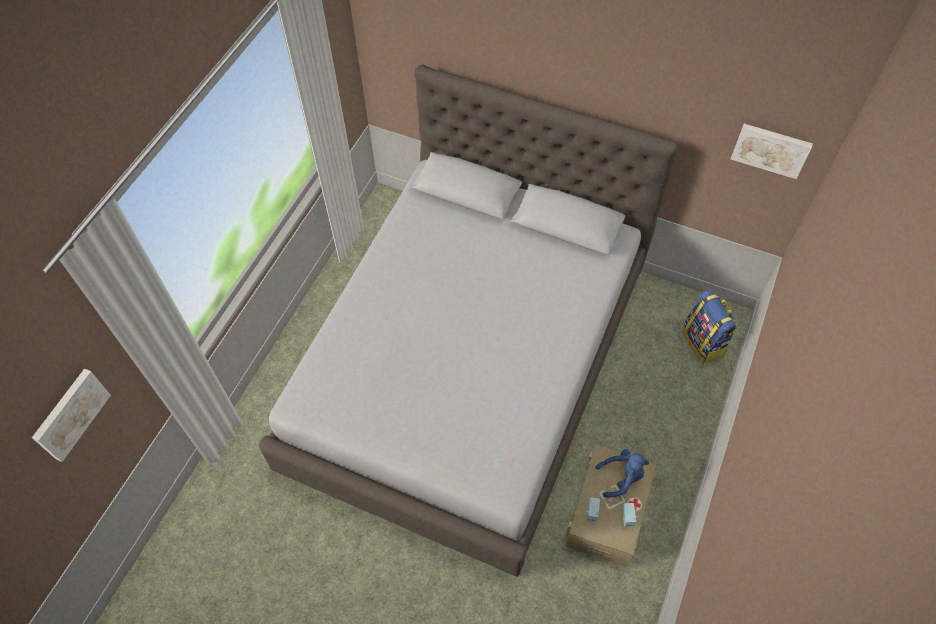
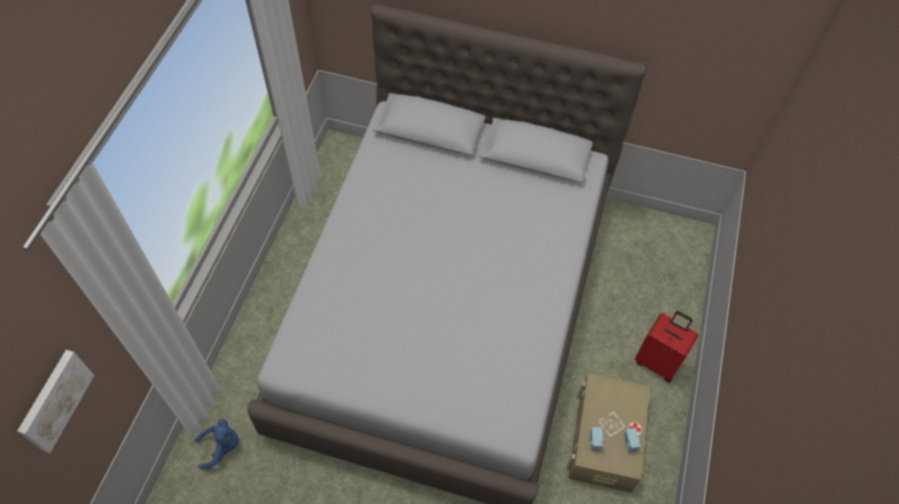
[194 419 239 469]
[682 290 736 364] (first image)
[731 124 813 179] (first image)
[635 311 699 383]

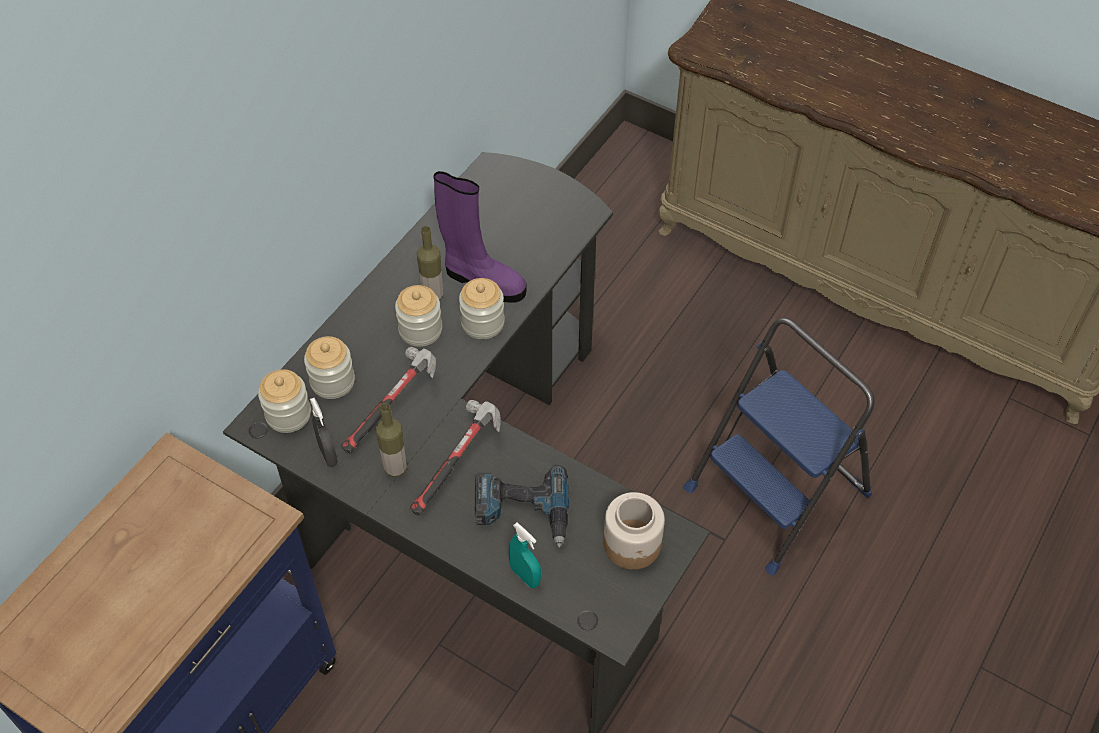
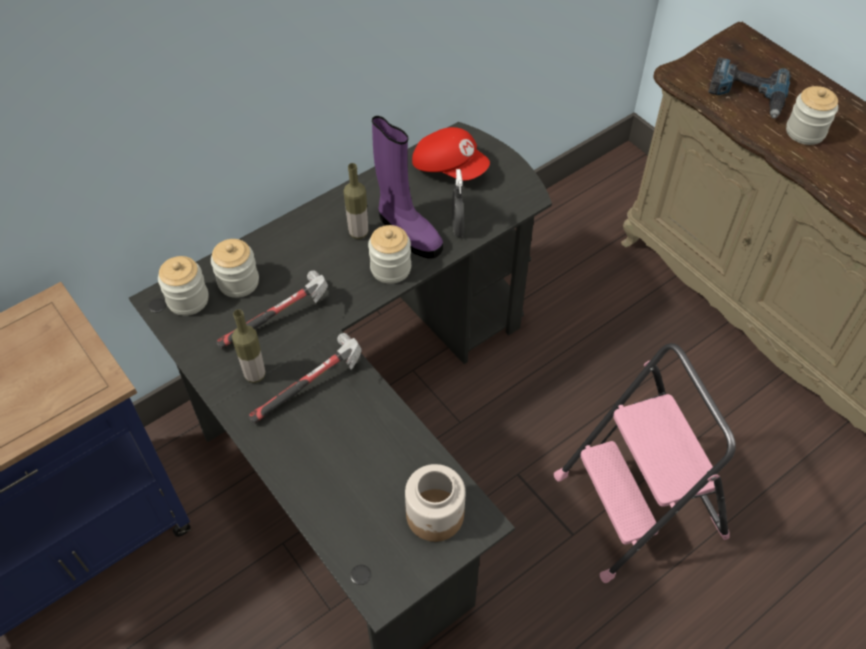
[452 169 464 237]
[786 86 838 145]
[708 58 791 118]
[509 523 541 588] (first image)
[554 343 736 583]
[412 127 490 180]

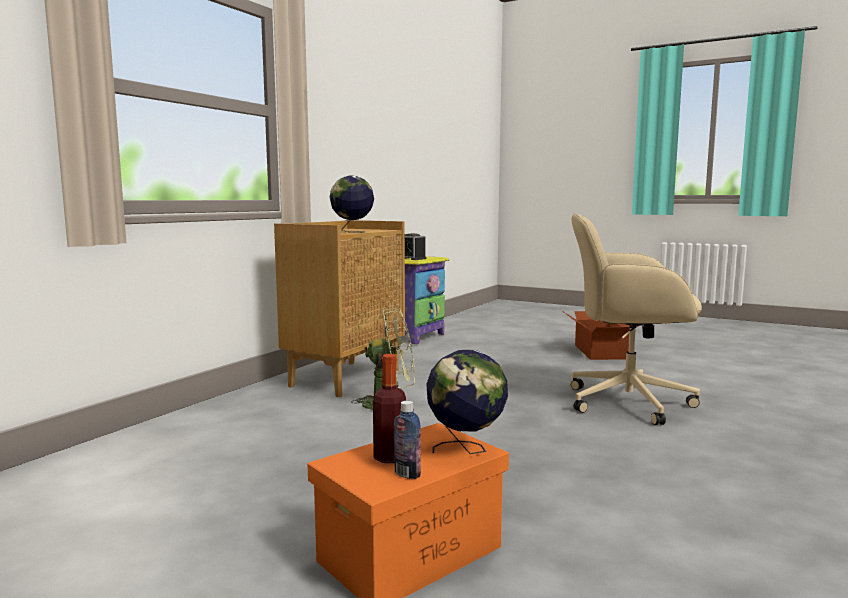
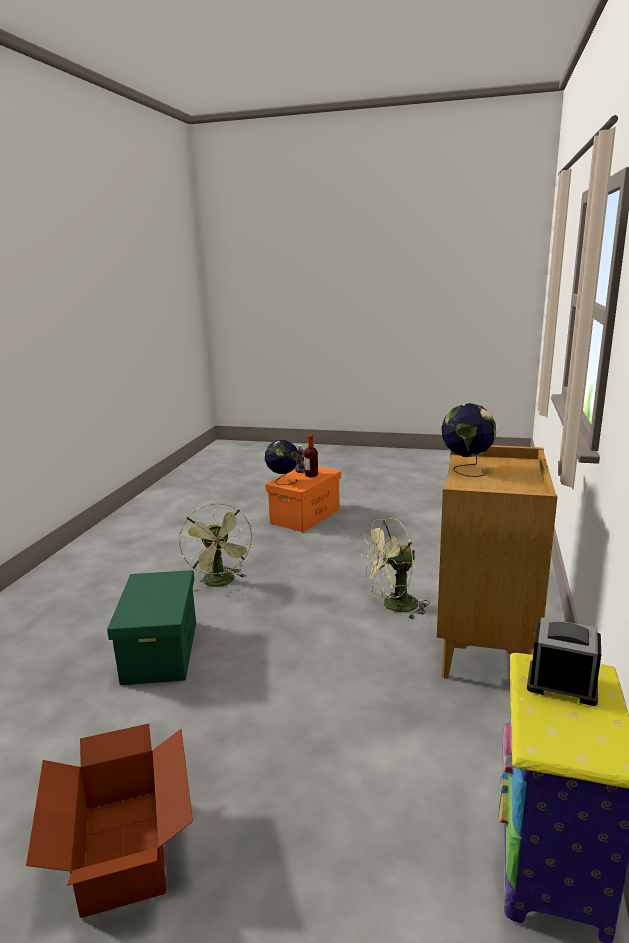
[107 570 196 685]
[179 503 253 590]

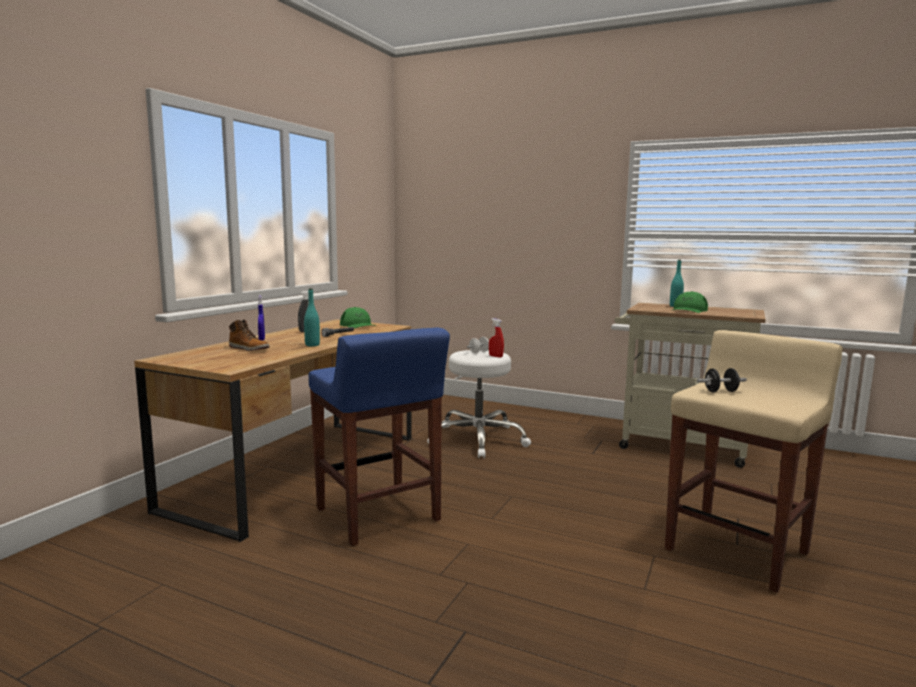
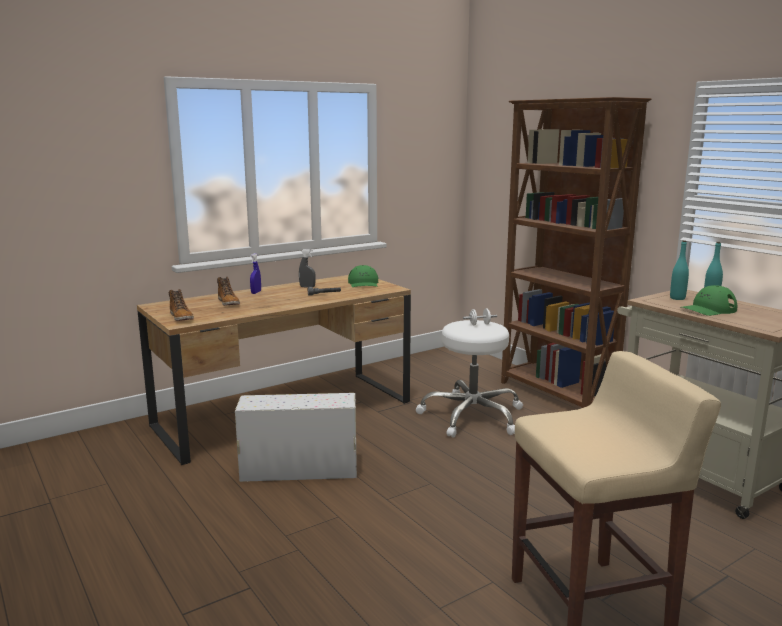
[670 240 689 300]
[235 393 357 482]
[489 318 504 358] (first image)
[697 368 747 392] (first image)
[169 289 194 321]
[501 97 651 408]

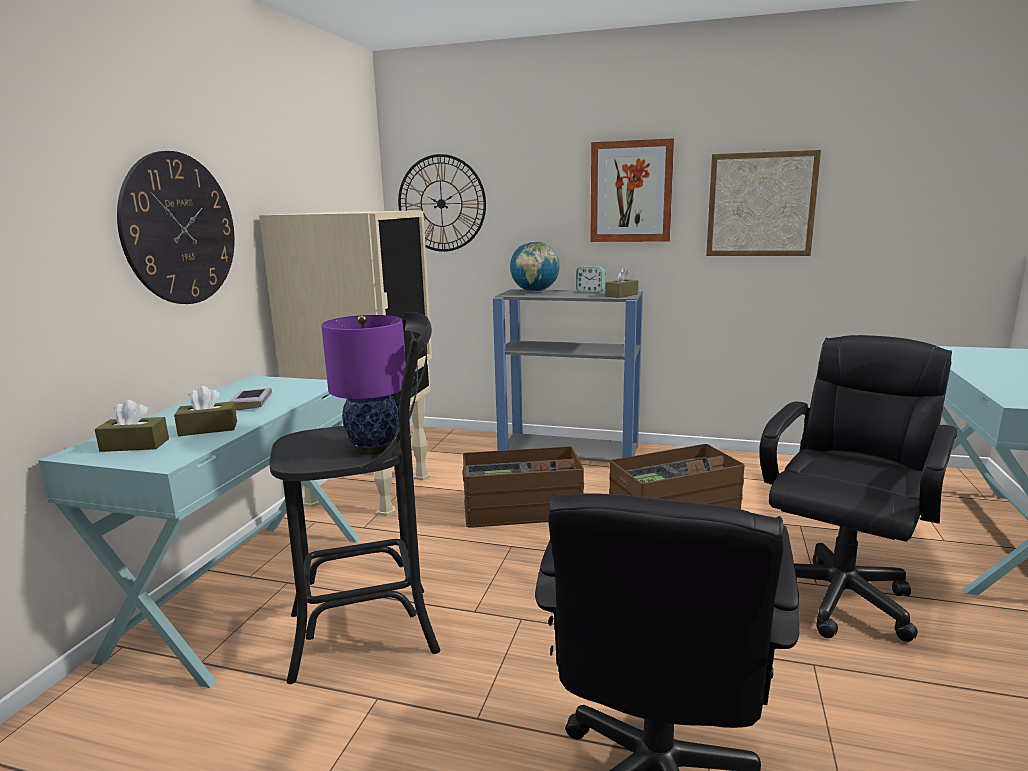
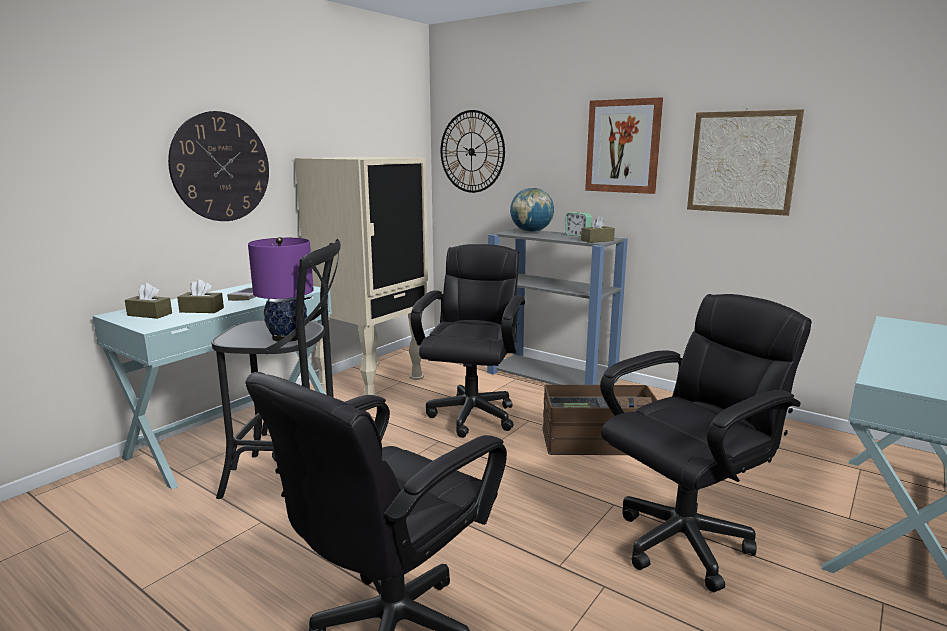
[411 244 525 438]

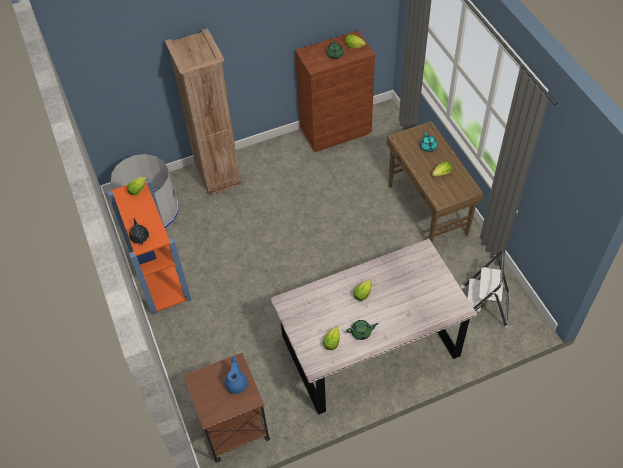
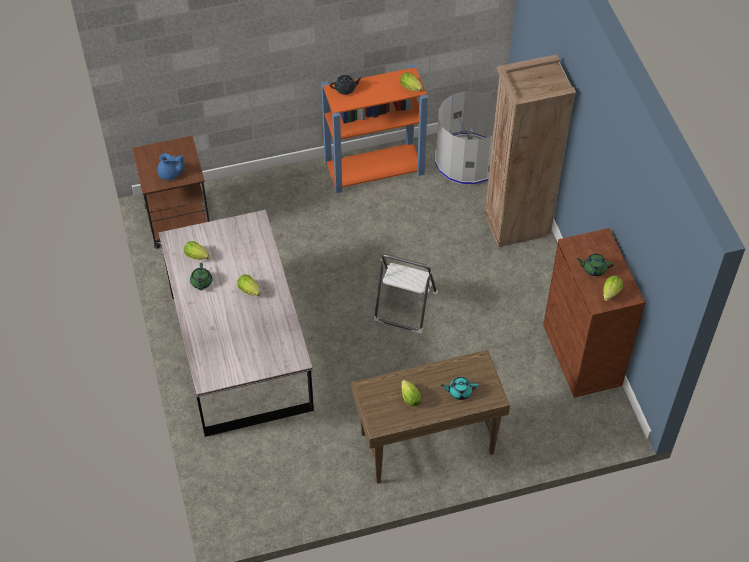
[374 254 438 333]

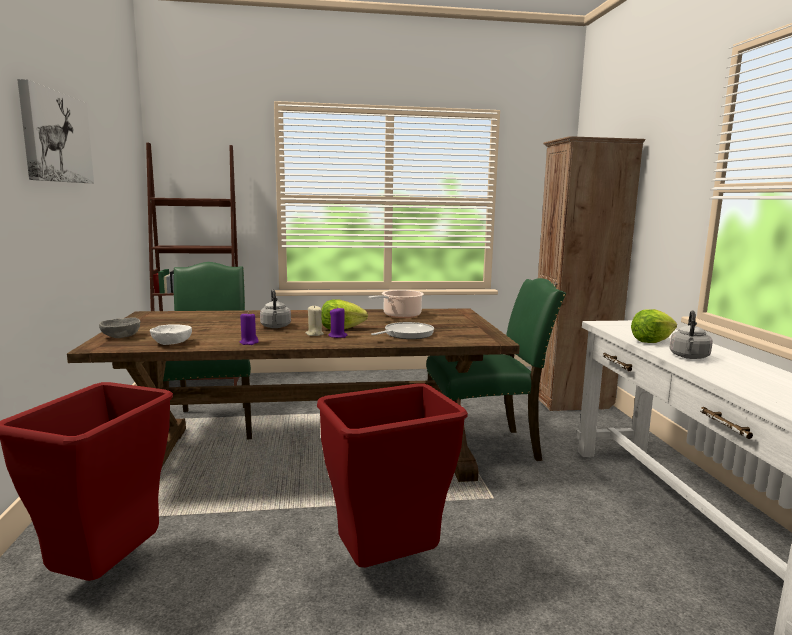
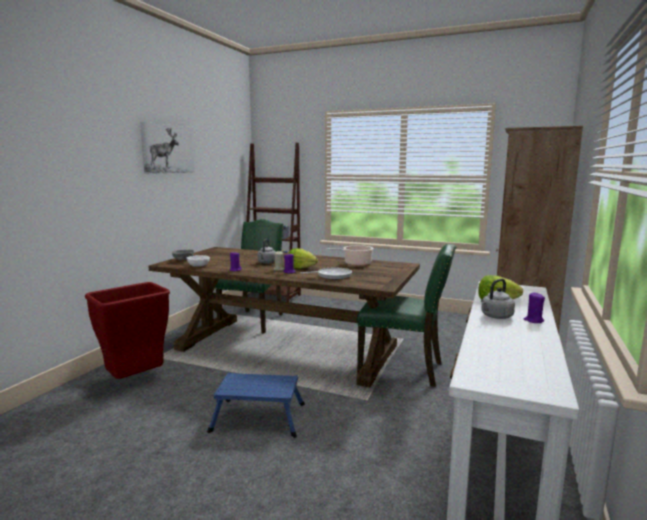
[207 373 305 438]
[524 292 545 323]

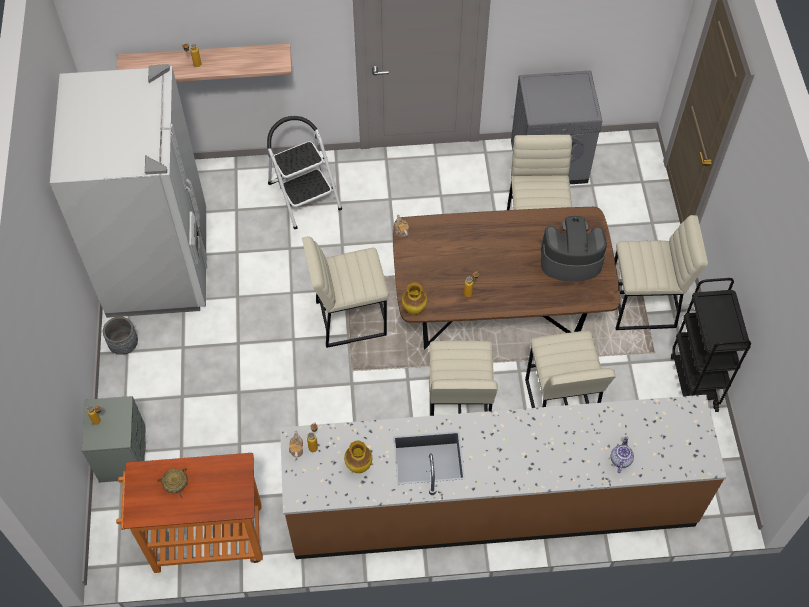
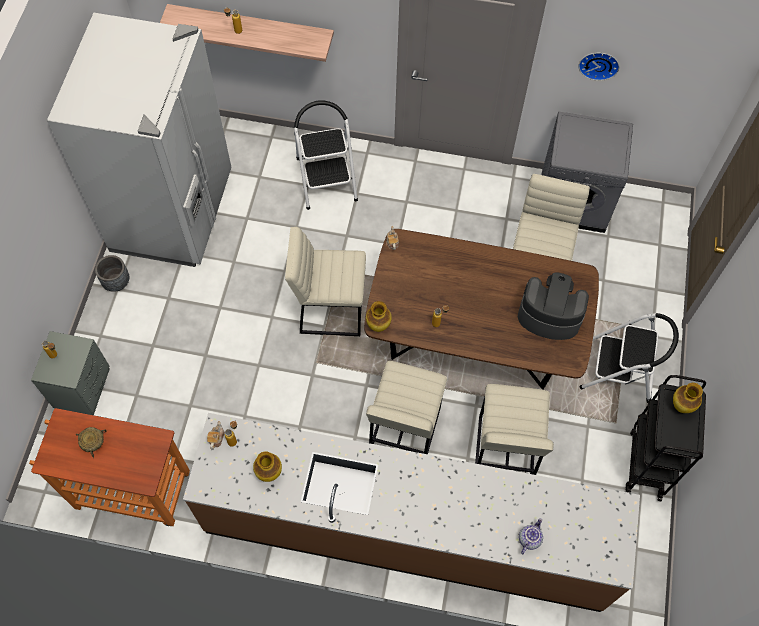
[579 313 679 403]
[578 53 619 81]
[673 383 703 413]

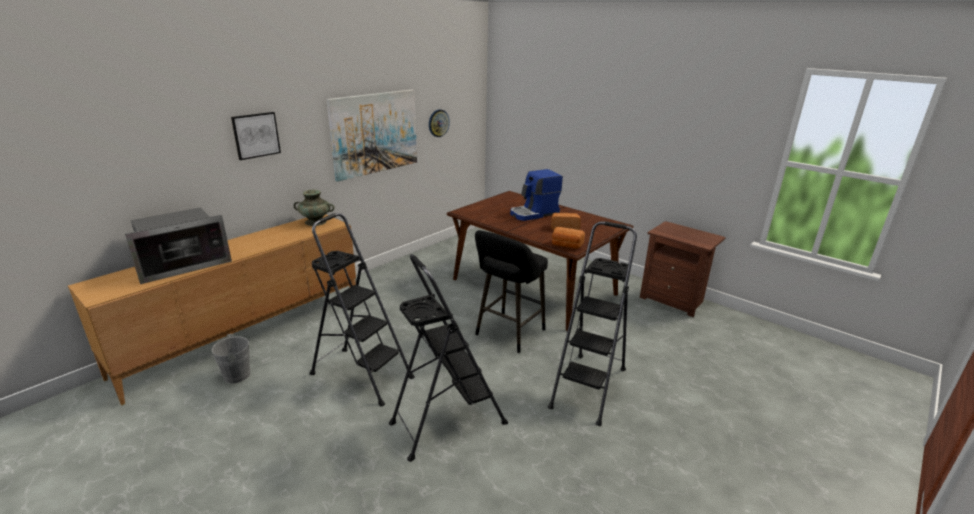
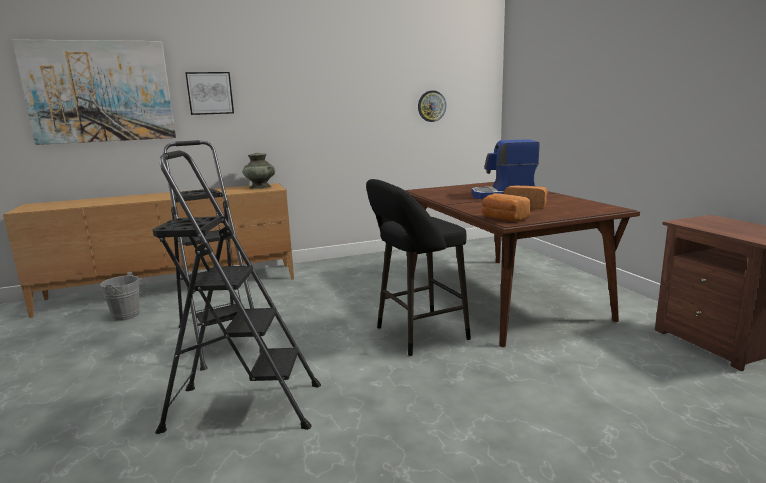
[125 207 232 284] (first image)
[12 39 176 145]
[548 221 637 426] (first image)

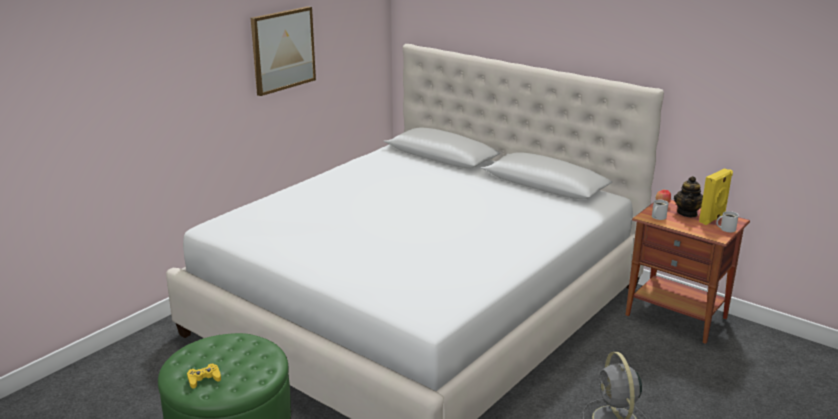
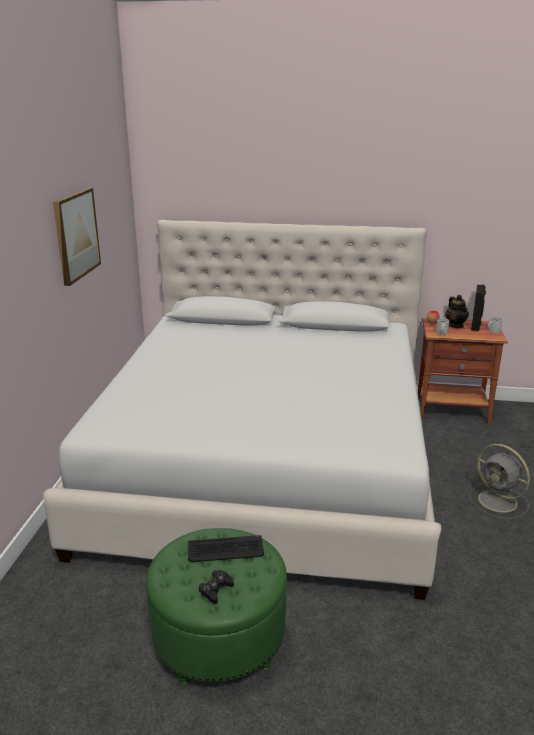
[199 570 234 604]
[471 285 486 331]
[188 535 264 562]

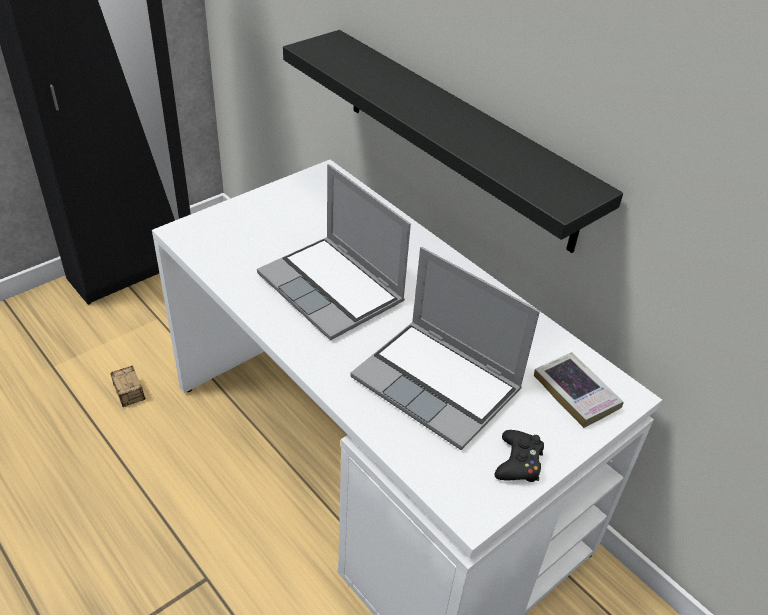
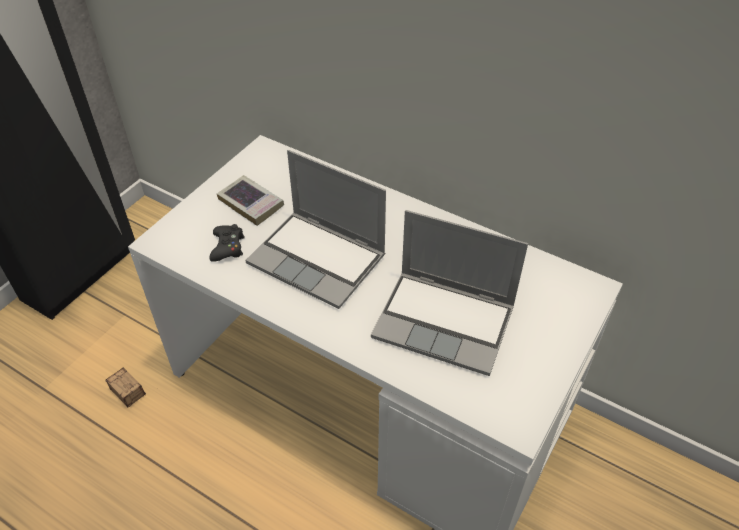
[283 30 623 253] (first image)
[209 224 245 262]
[217 175 284 226]

